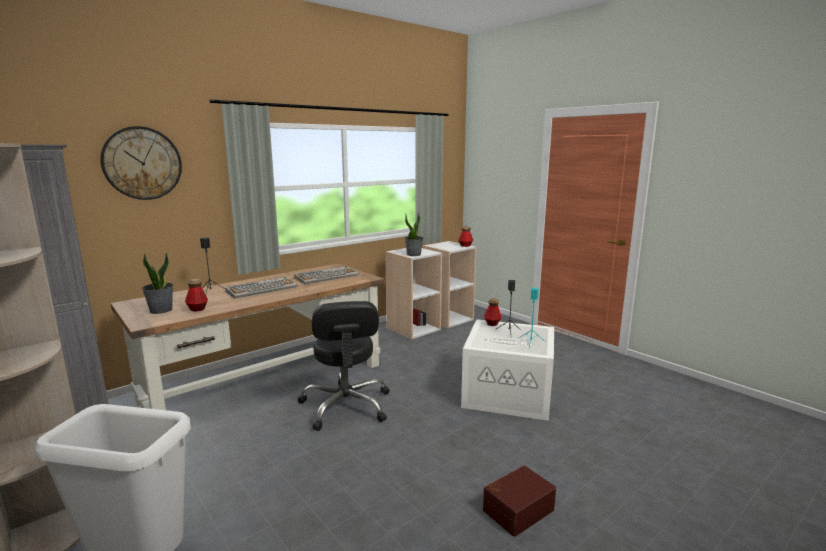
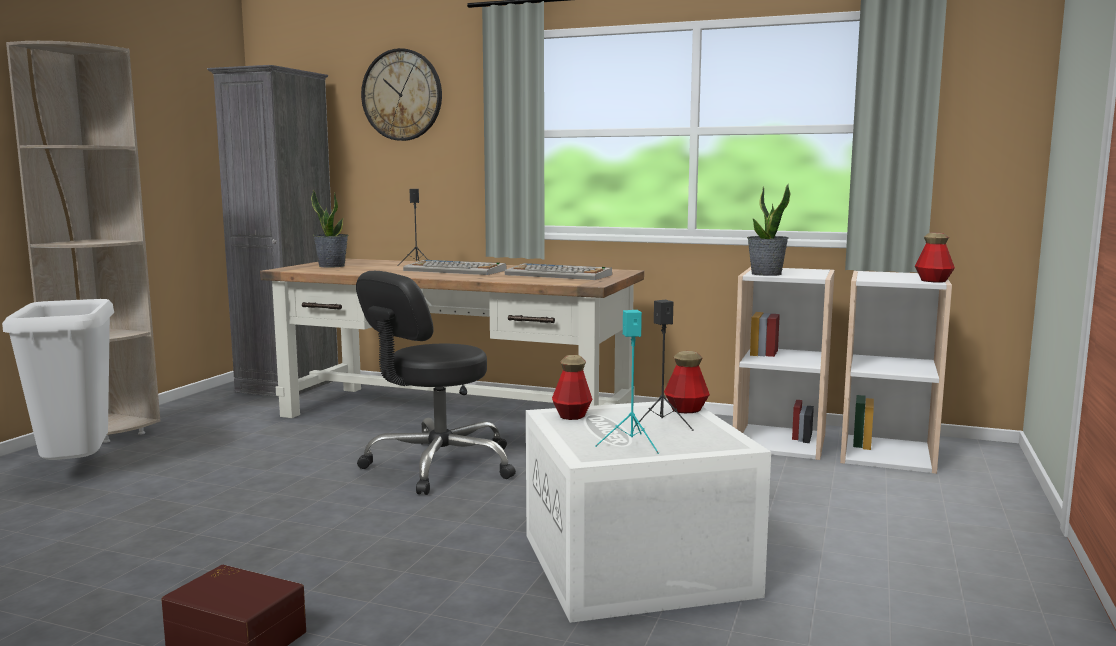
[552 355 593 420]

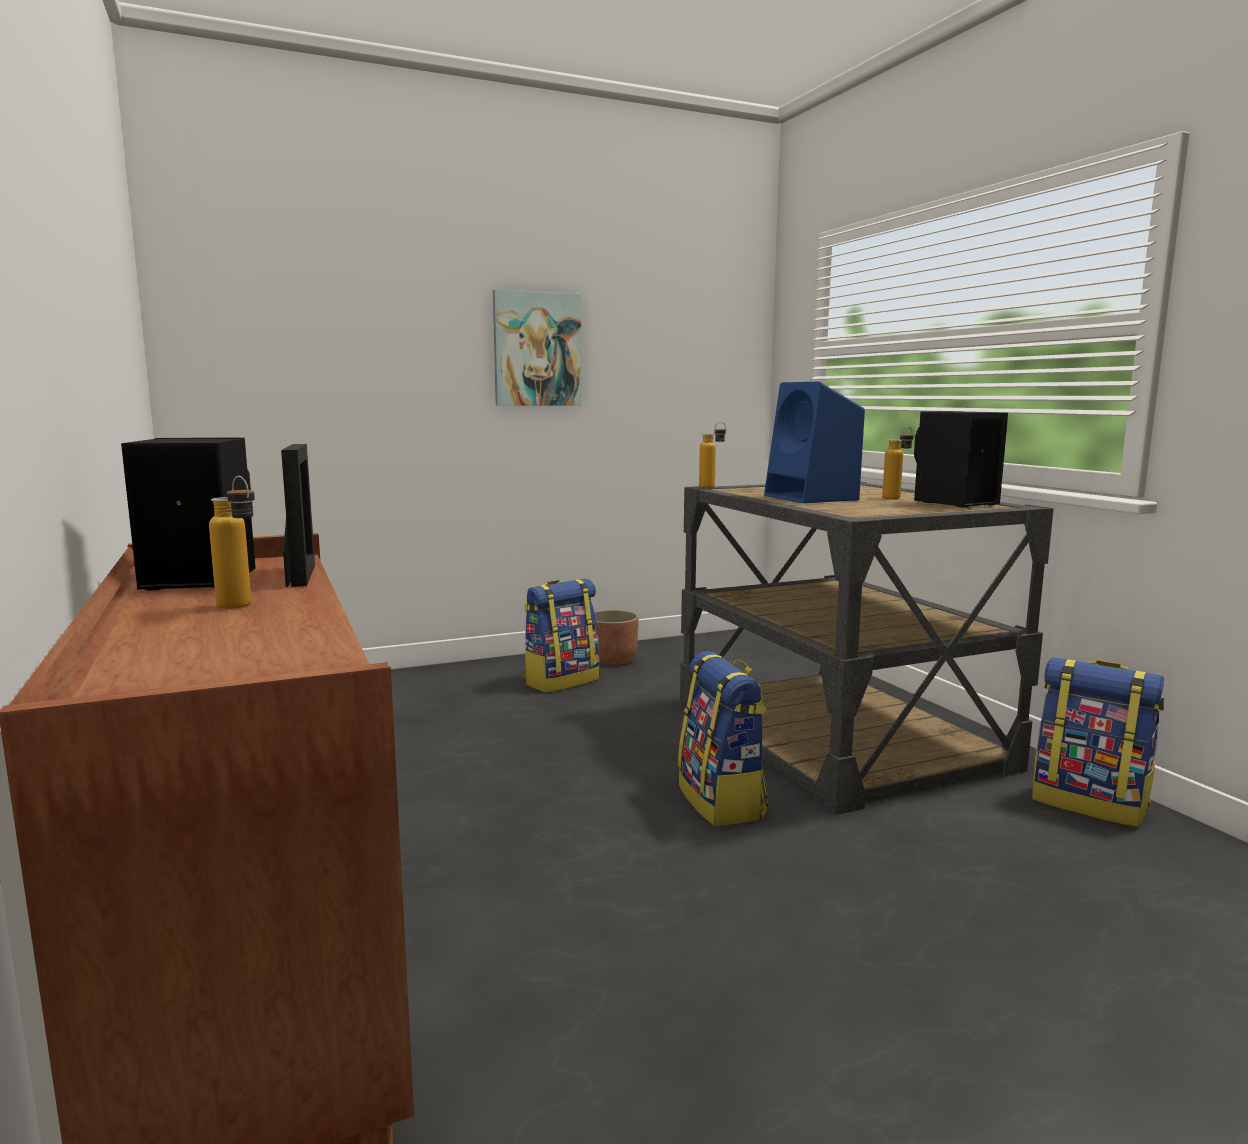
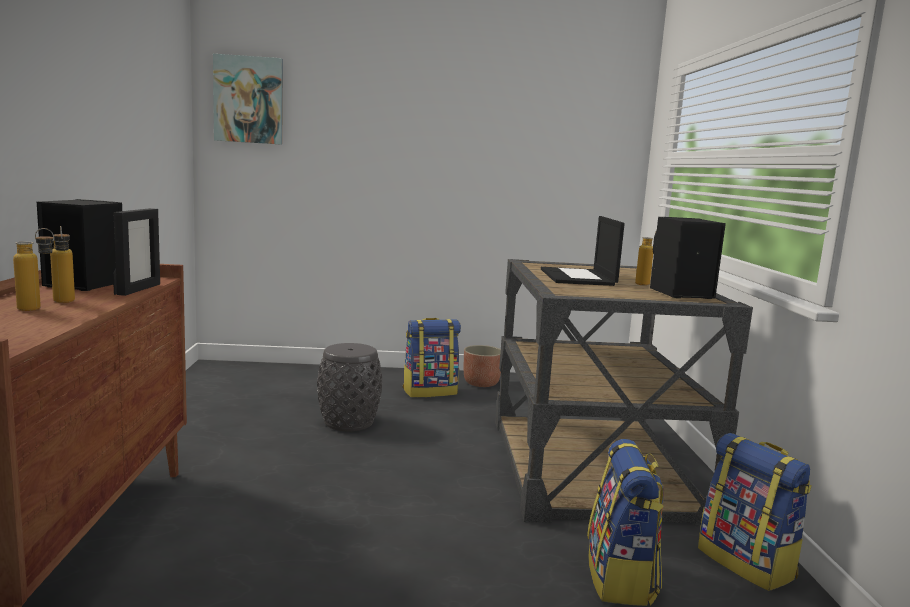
[213 54 283 145]
[587 439 664 606]
[13 228 54 311]
[541 216 625 286]
[317 343 382 431]

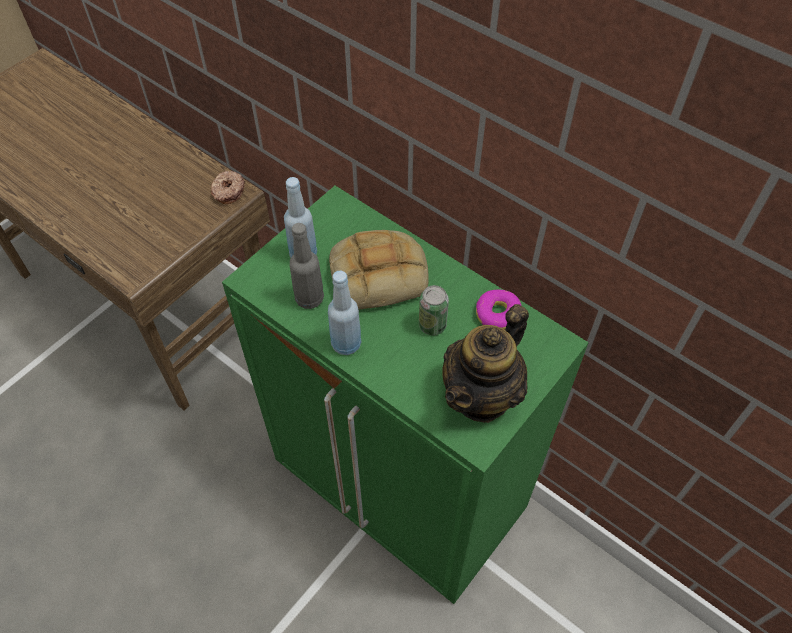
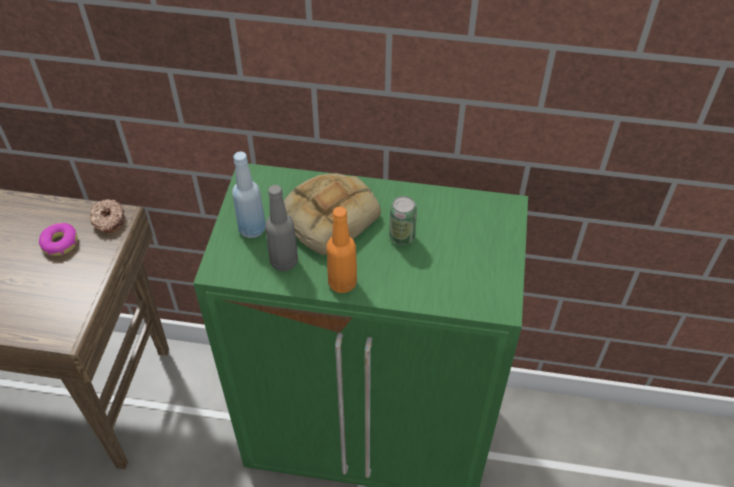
[327 206 357 293]
[442 304 529 423] (first image)
[39 223 78 256]

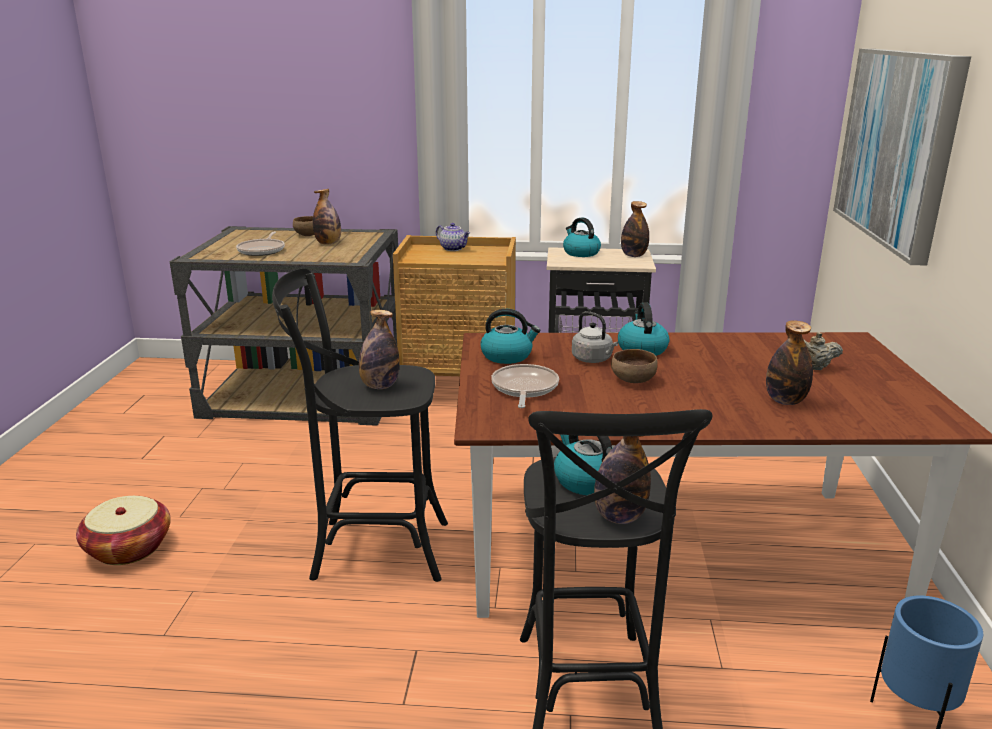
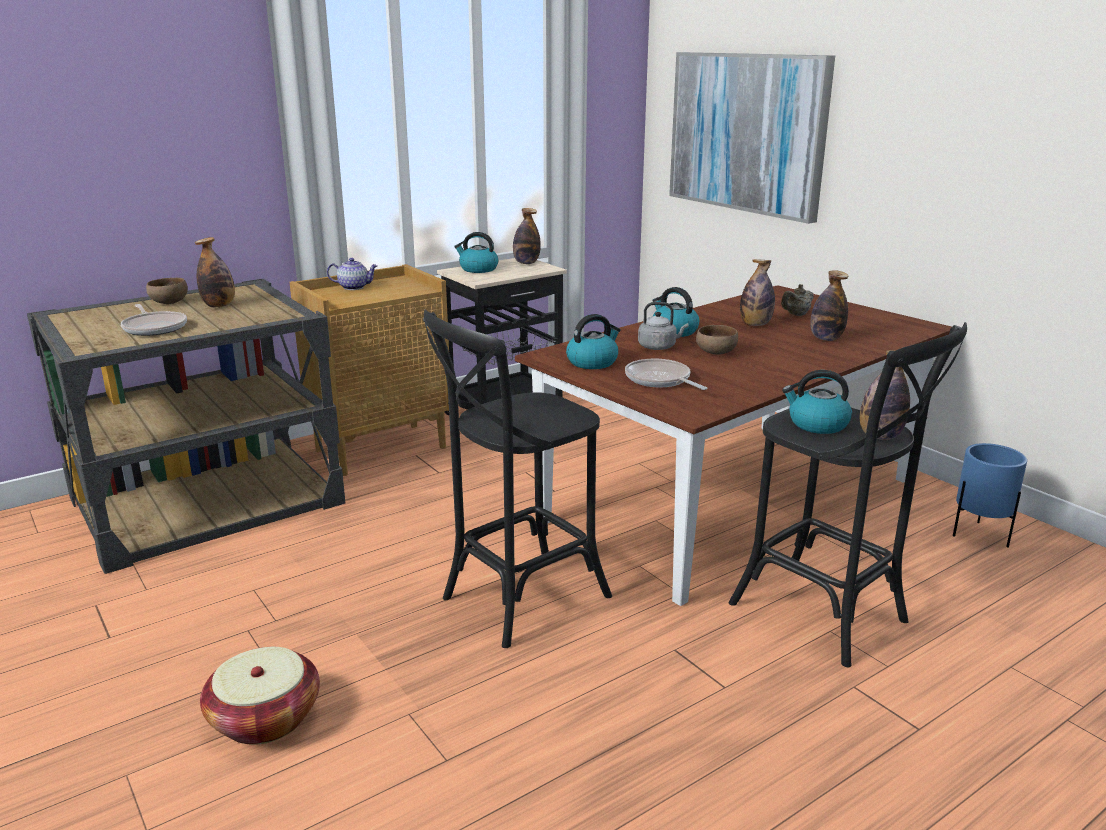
[740 259 775 326]

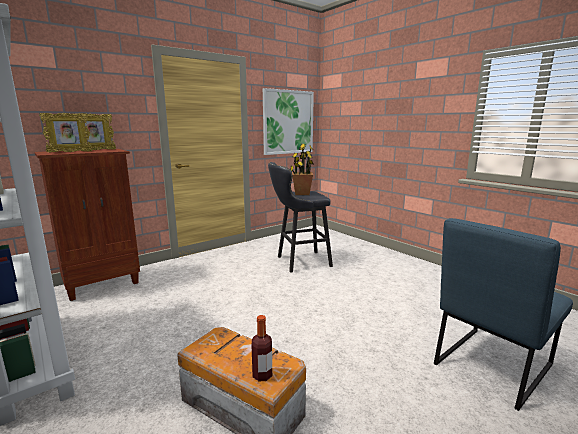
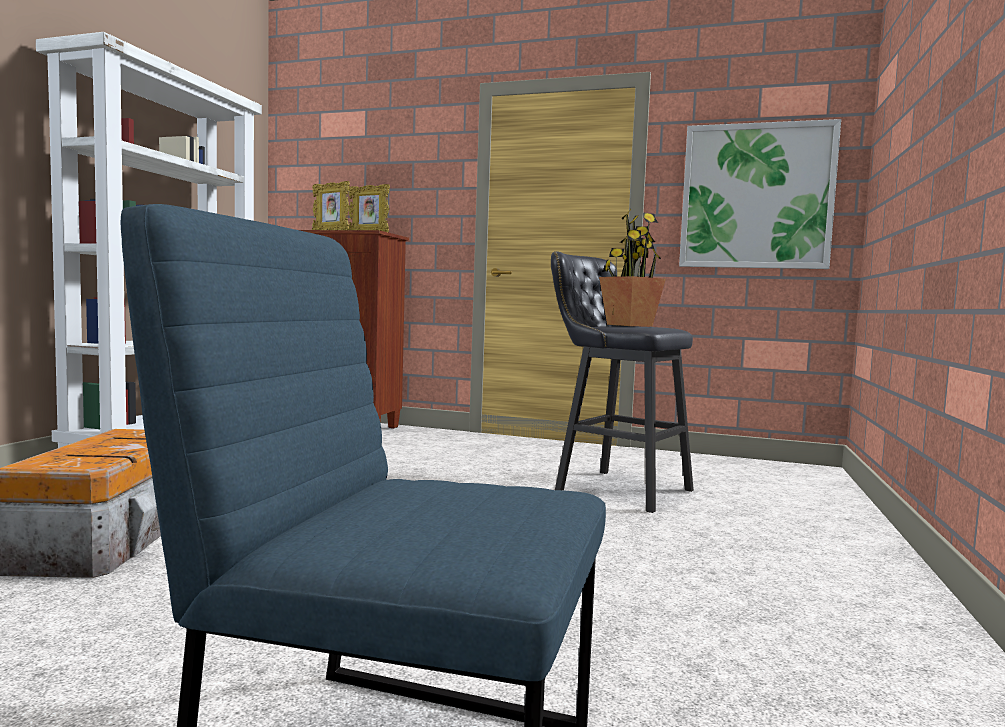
[252 315 272 381] (first image)

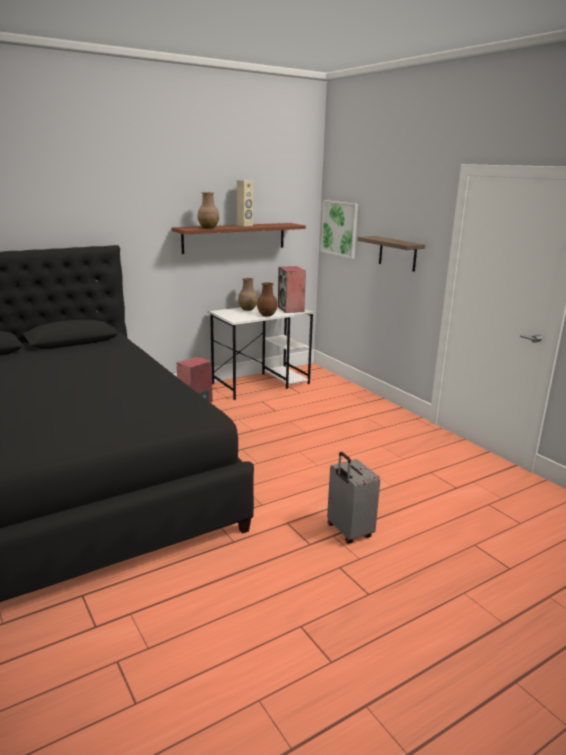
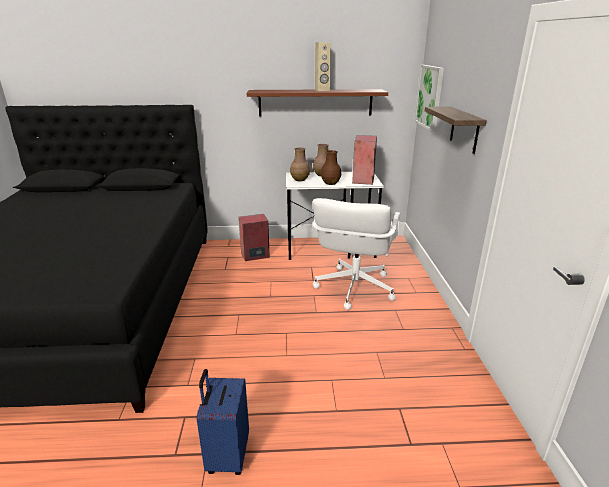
[290 148 310 181]
[197 369 249 475]
[312 198 400 310]

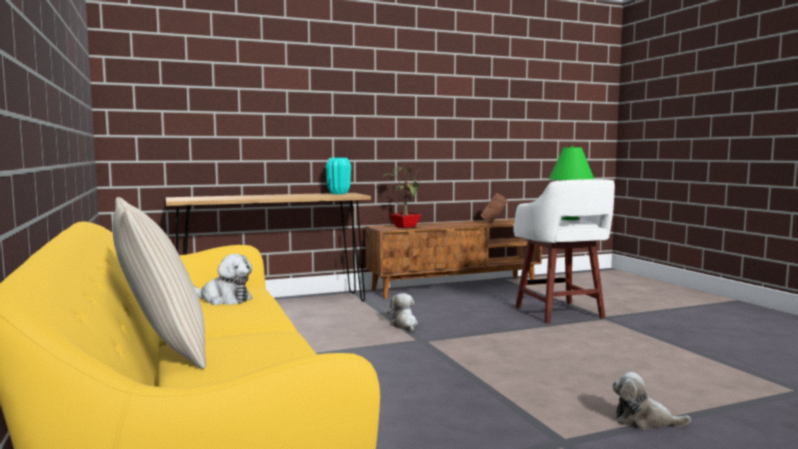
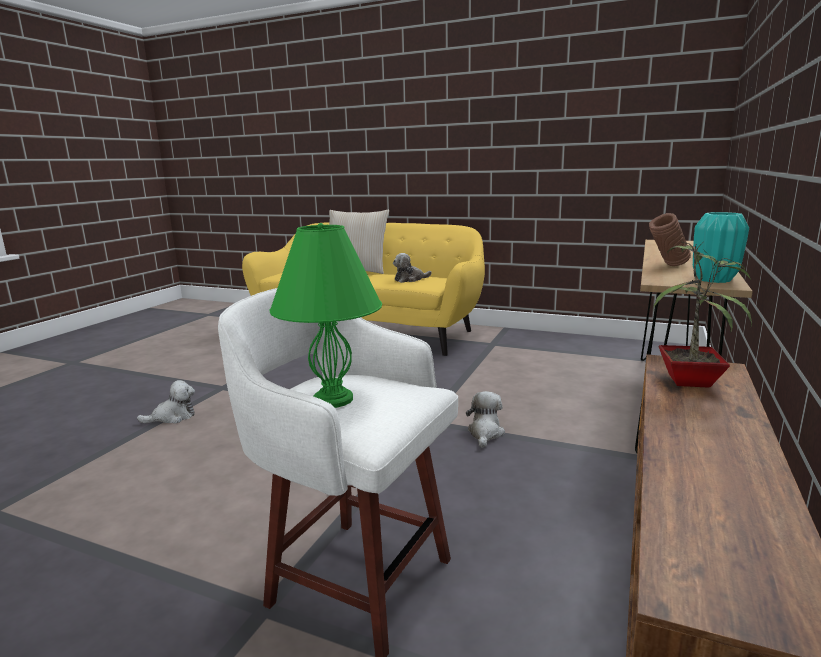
[466 391 505 448]
[649 213 691 266]

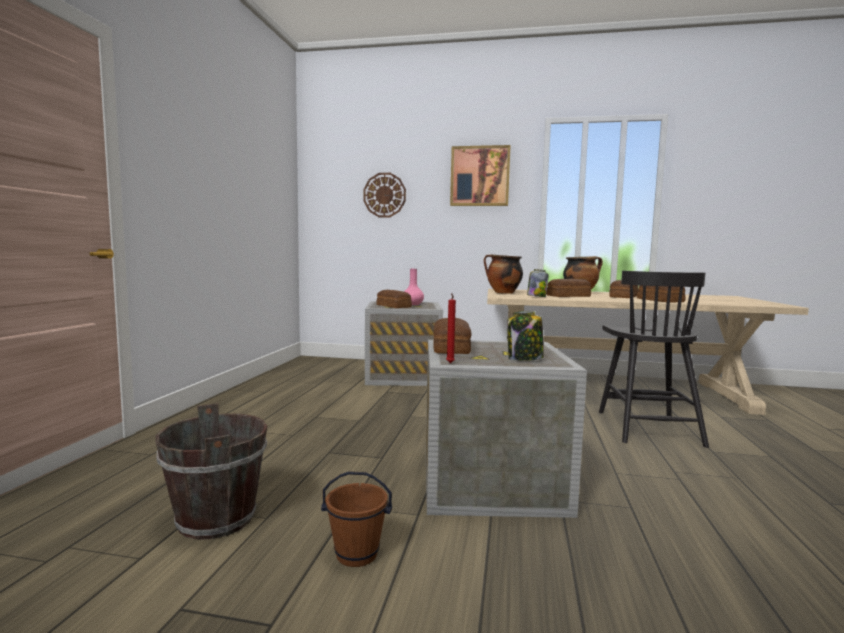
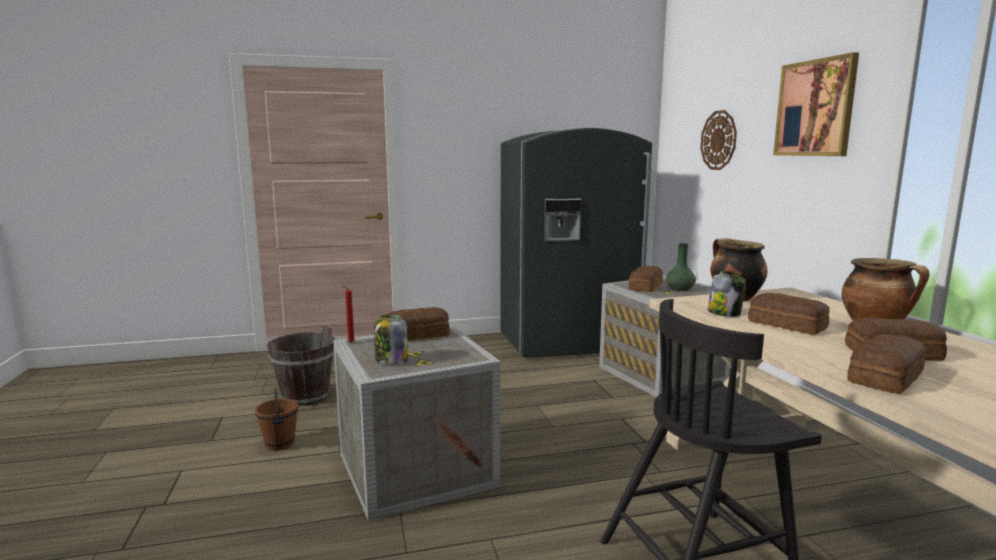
[666 243 696 291]
[501 128 652 357]

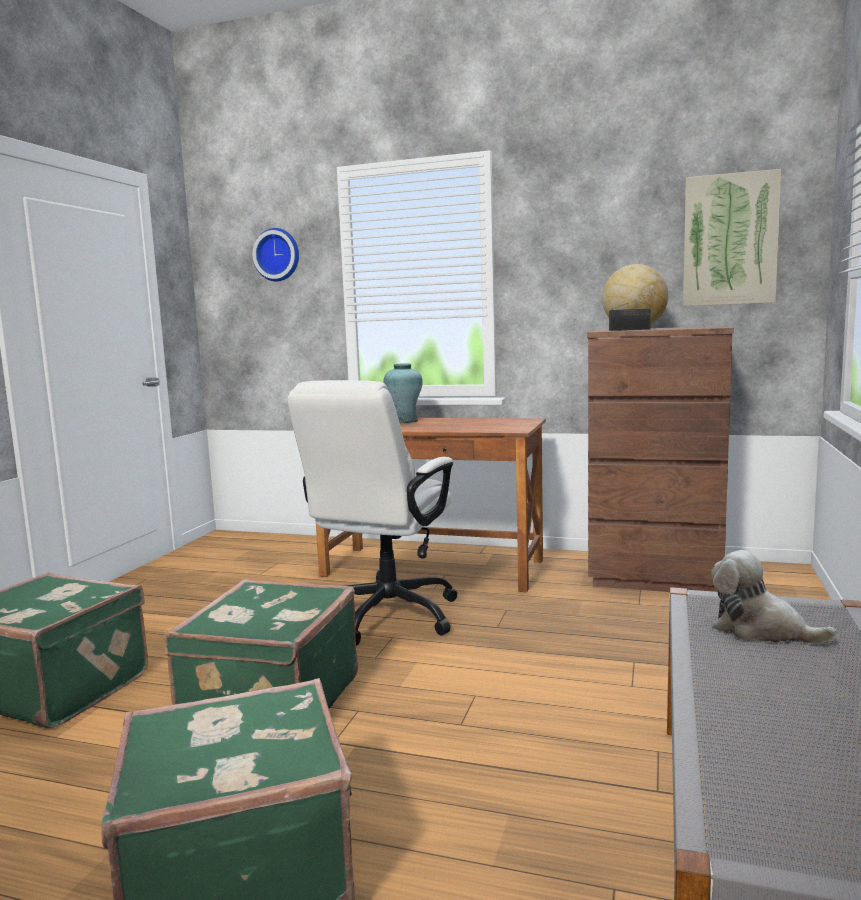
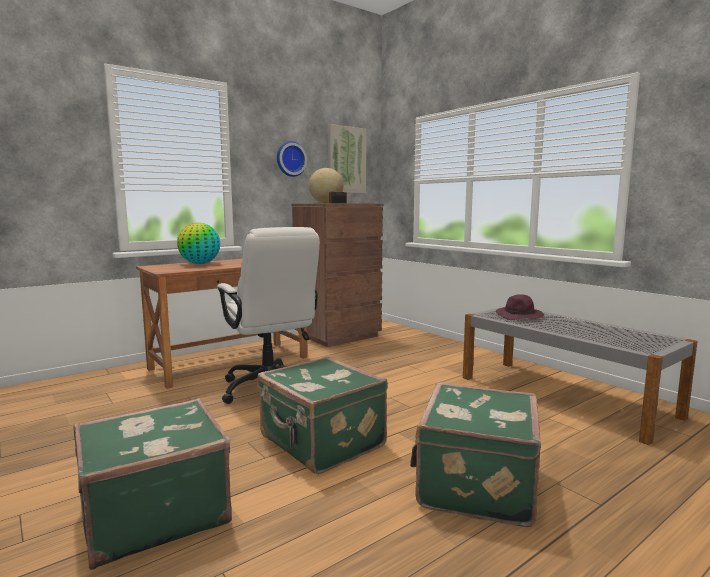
[277 141 307 177]
[177 223 220 264]
[496 294 544 320]

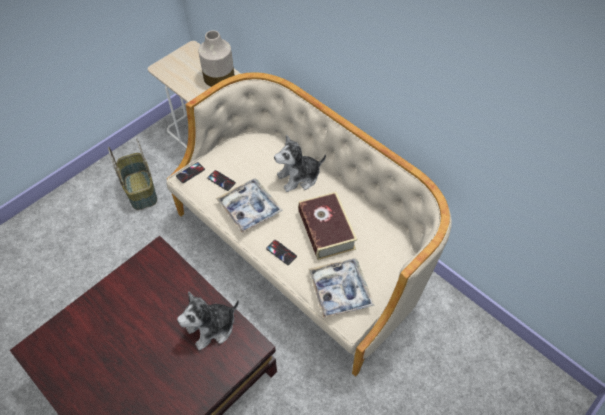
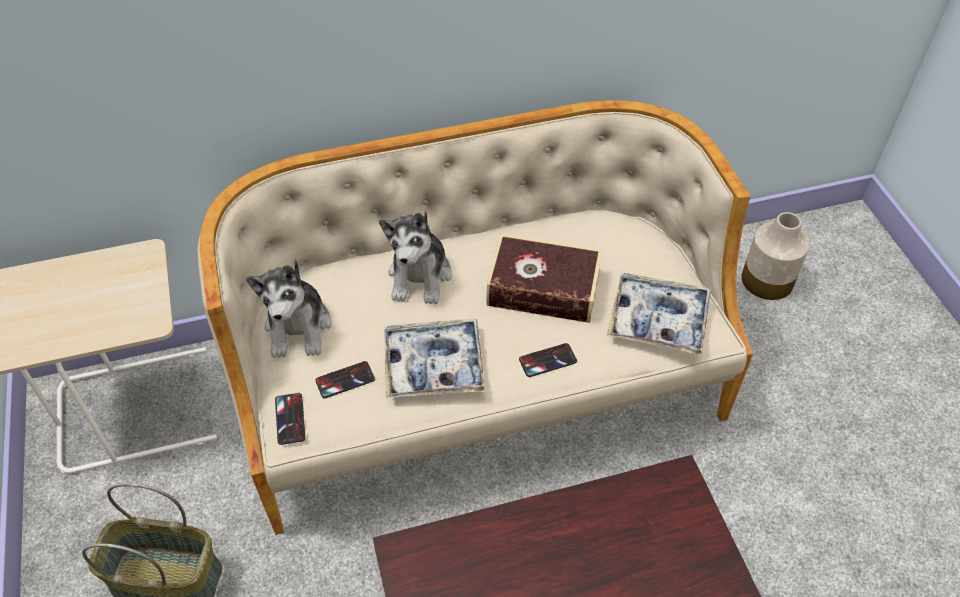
[246 259 332 358]
[741 212 809 300]

